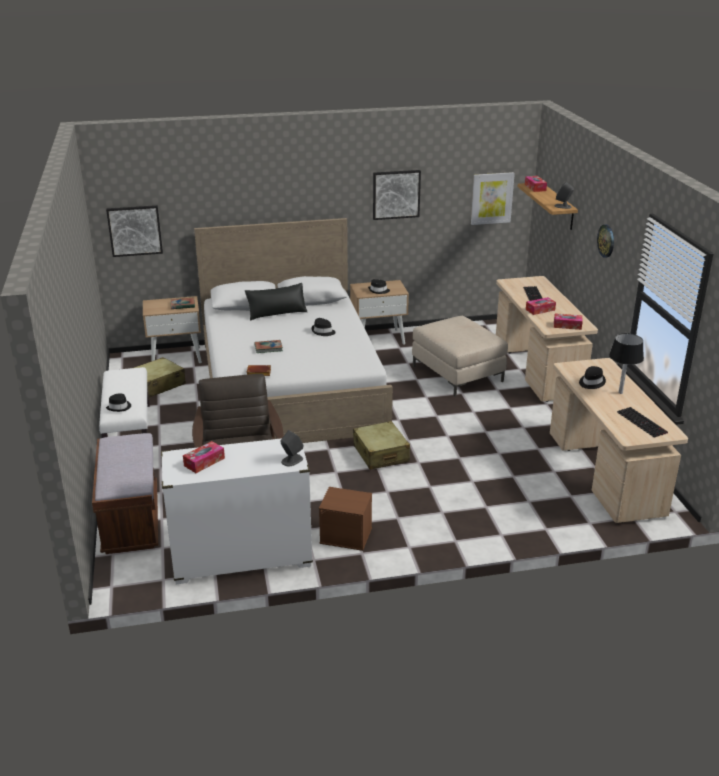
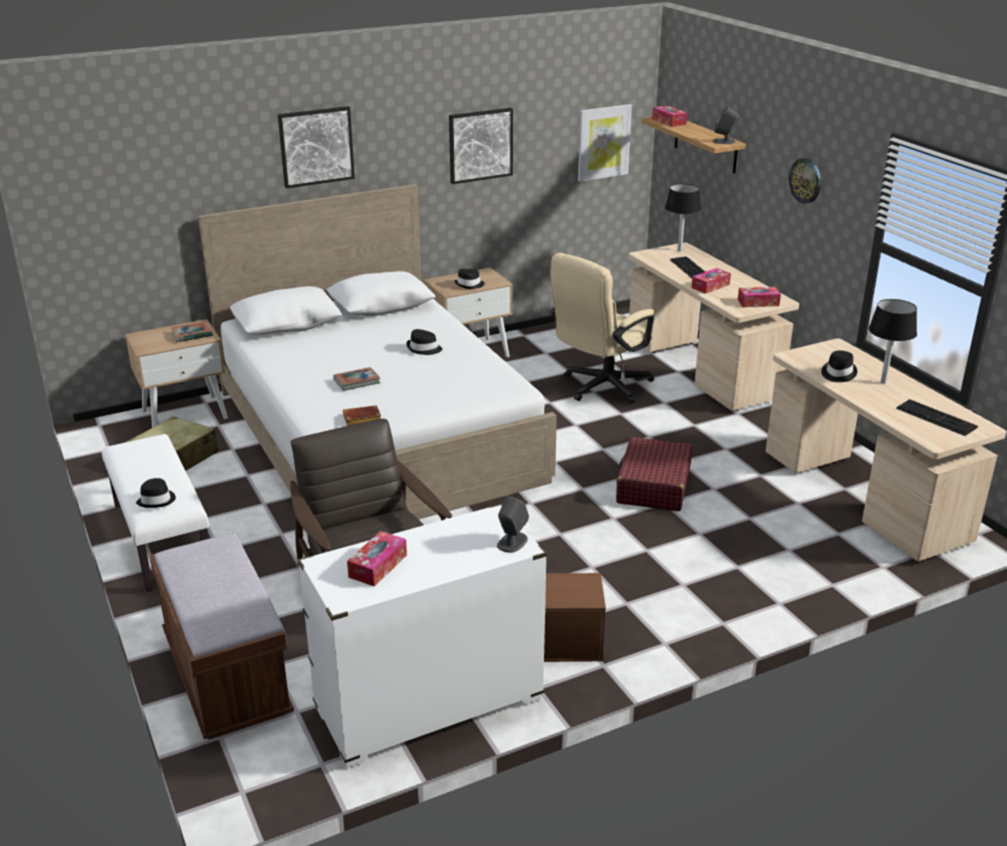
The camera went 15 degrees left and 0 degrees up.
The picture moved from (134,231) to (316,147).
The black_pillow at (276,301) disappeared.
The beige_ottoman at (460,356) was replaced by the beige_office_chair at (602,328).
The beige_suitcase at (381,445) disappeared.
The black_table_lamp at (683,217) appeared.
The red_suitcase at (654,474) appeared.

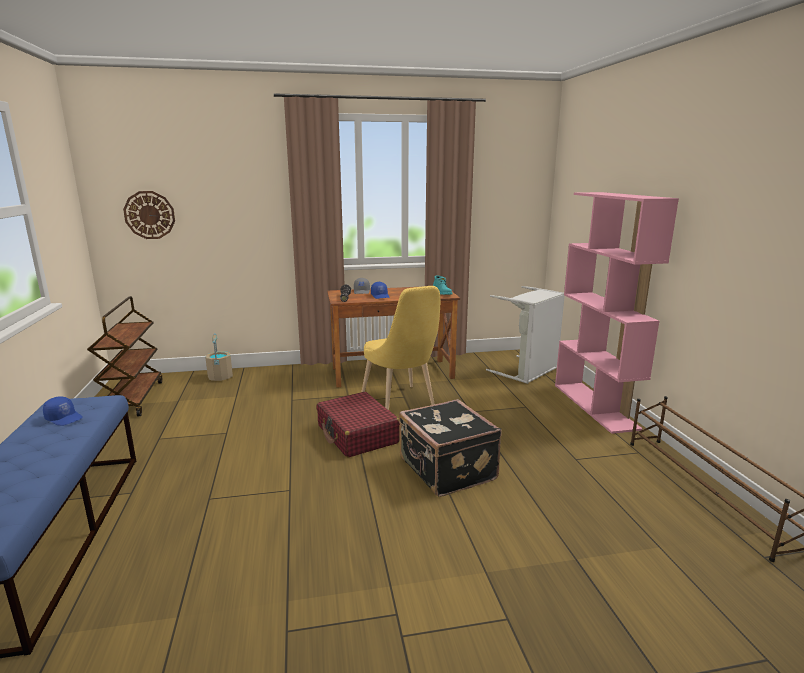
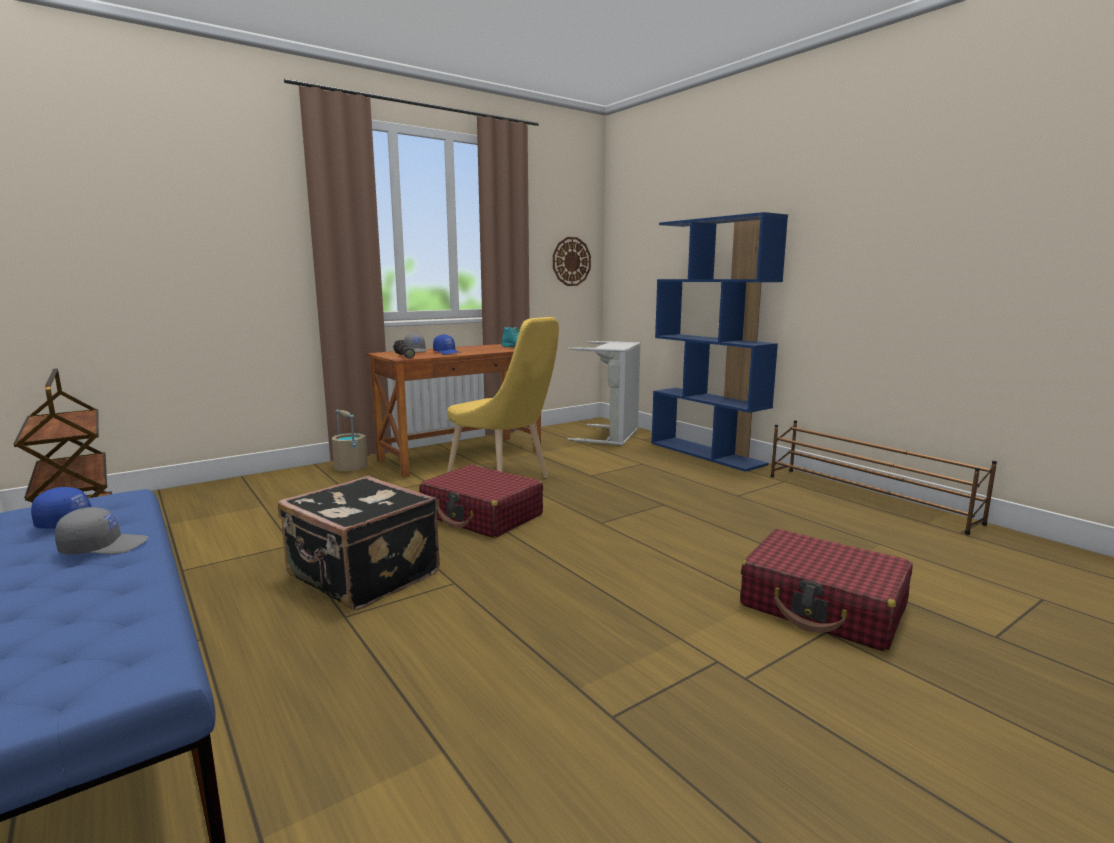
The camera went 25 degrees left and 5 degrees down.
The wall_clock moved from (149,215) to (572,261).
The pink_bookcase at (617,313) became the blue_bookcase at (719,342).
The beige_bucket moved from (219,357) to (350,440).
The black_suitcase moved from (450,448) to (359,543).
The grey_cap at (101,530) appeared.
The red_suitcase at (826,590) appeared.

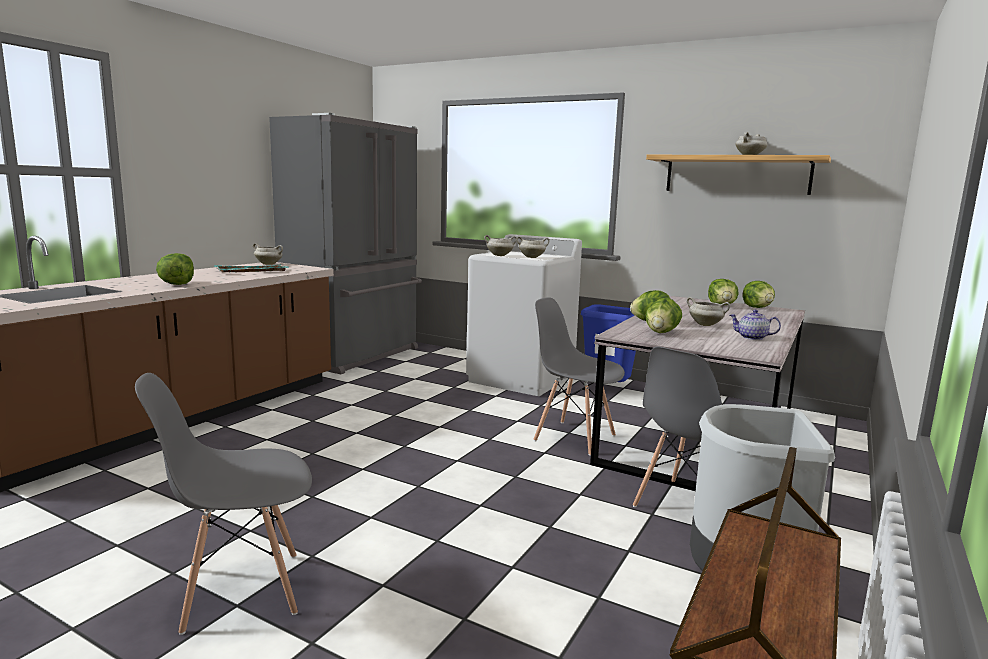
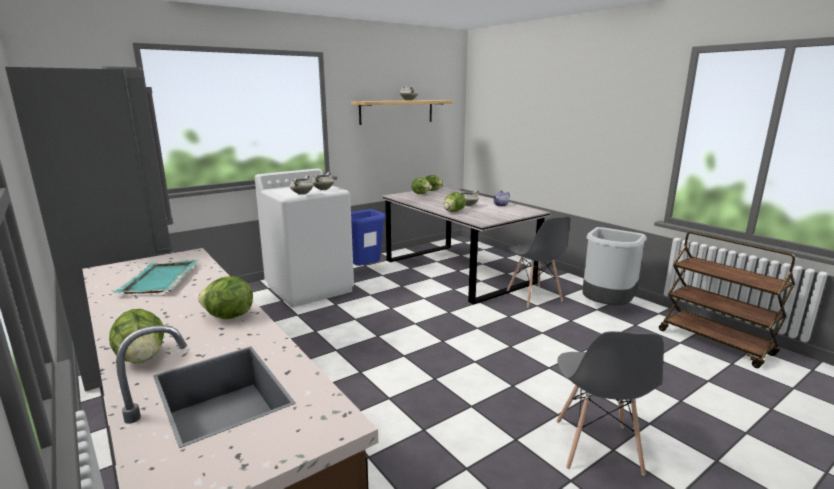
The camera went 65 degrees left and 5 degrees up.
The white_cooking_pot at (268,254) disappeared.
The grey_chair at (579,376) disappeared.
The lettuce moved from (663,315) to (136,336).

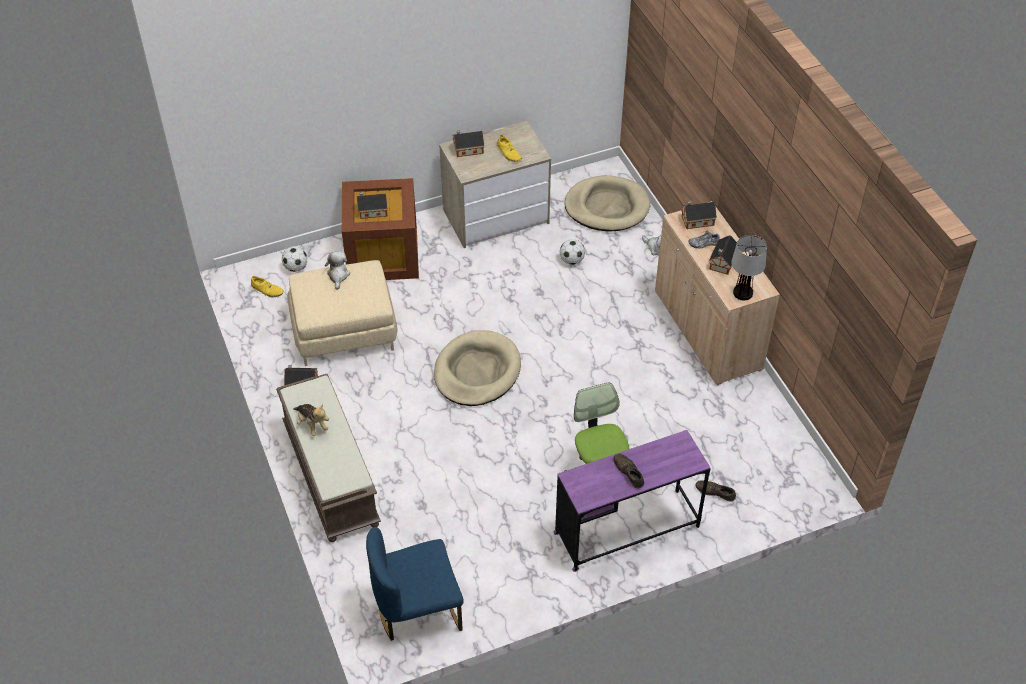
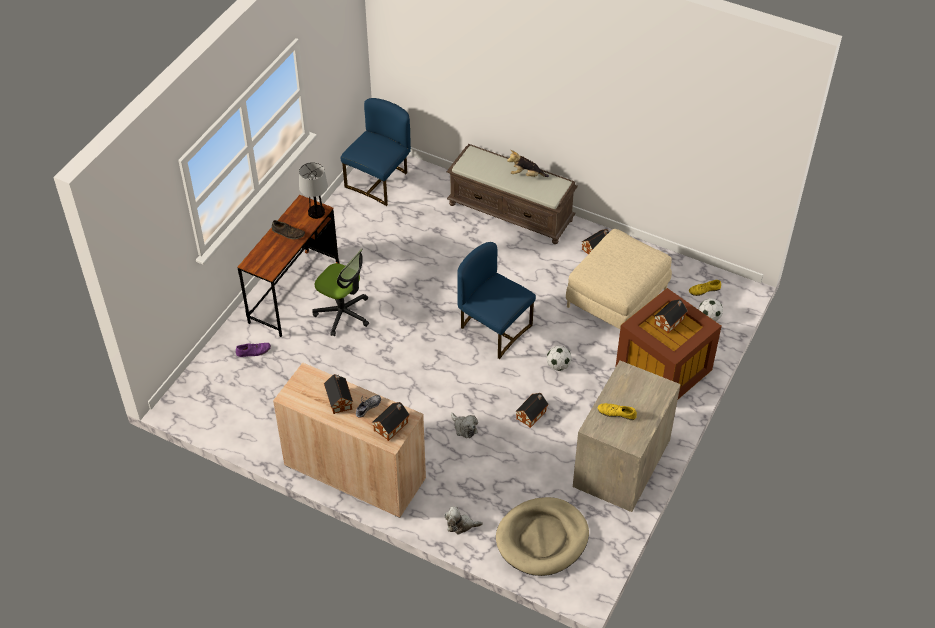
The camera went 140 degrees right and 0 degrees up.
The toy_house moved from (468,143) to (532,410).
The table_lamp moved from (749,267) to (313,190).
The football moved from (572,252) to (559,358).
The plush_toy moved from (337,270) to (464,425).
The beige_dog_bed at (477,368) was replaced by the blue_chair at (496,300).
The purple_desk at (632,501) became the brown_desk at (289,266).
The brown_shoe at (715,491) became the purple_shoe at (253,350).

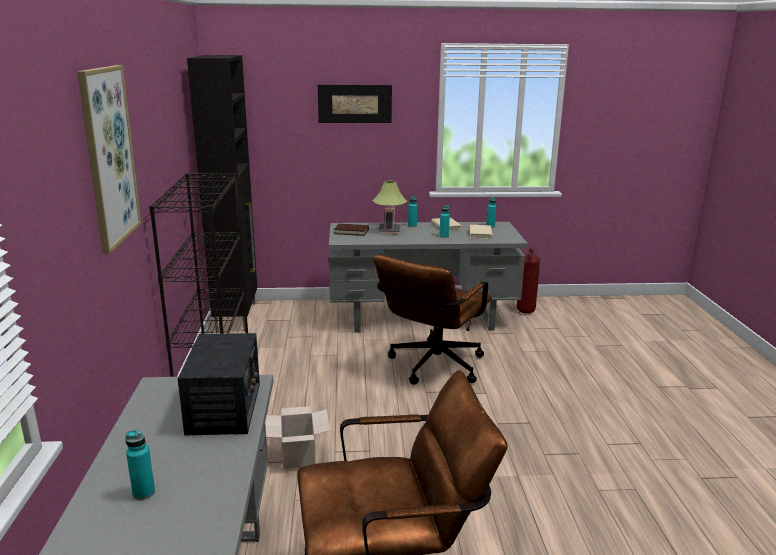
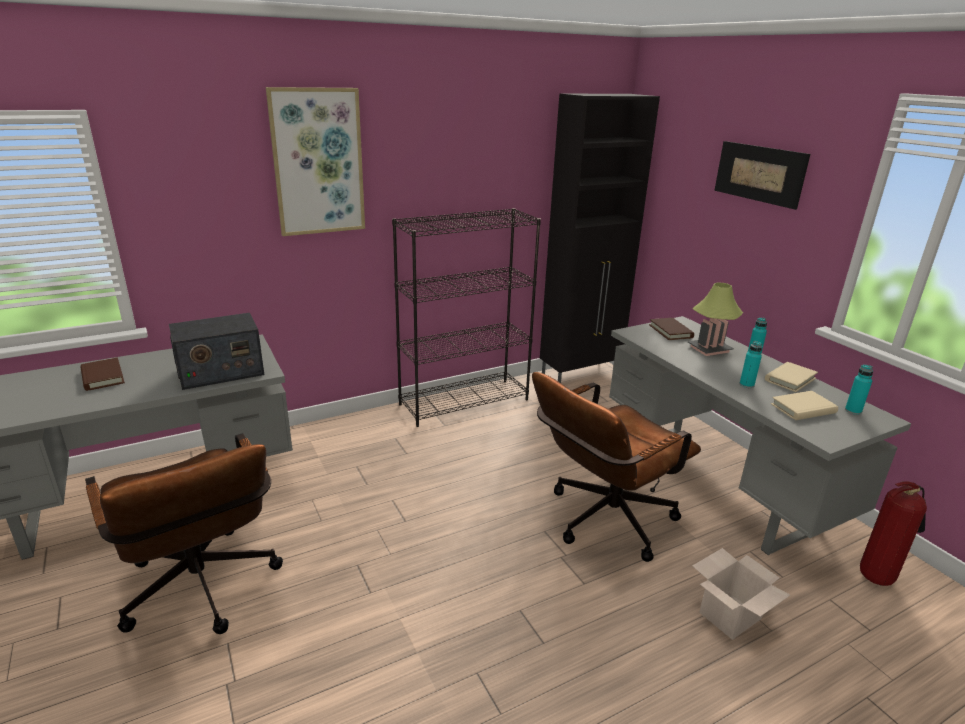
The camera went 65 degrees right and 5 degrees up.
The brown_office_chair at (432,320) turned 45 degrees counterclockwise.
The cardboard_box moved from (297,437) to (741,594).
The turquoise_bottle at (140,465) was replaced by the brown_book at (103,374).

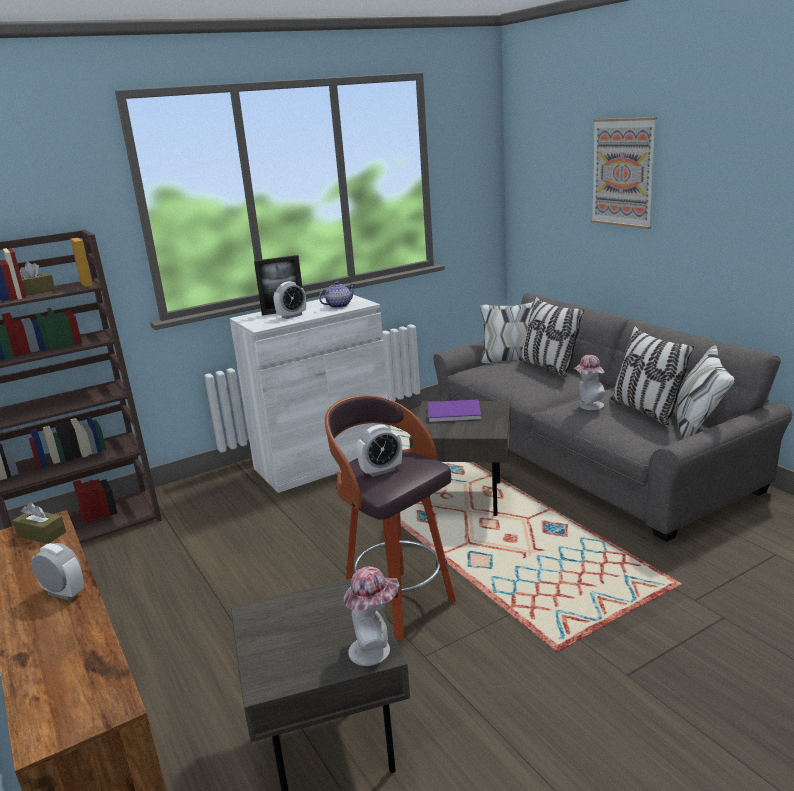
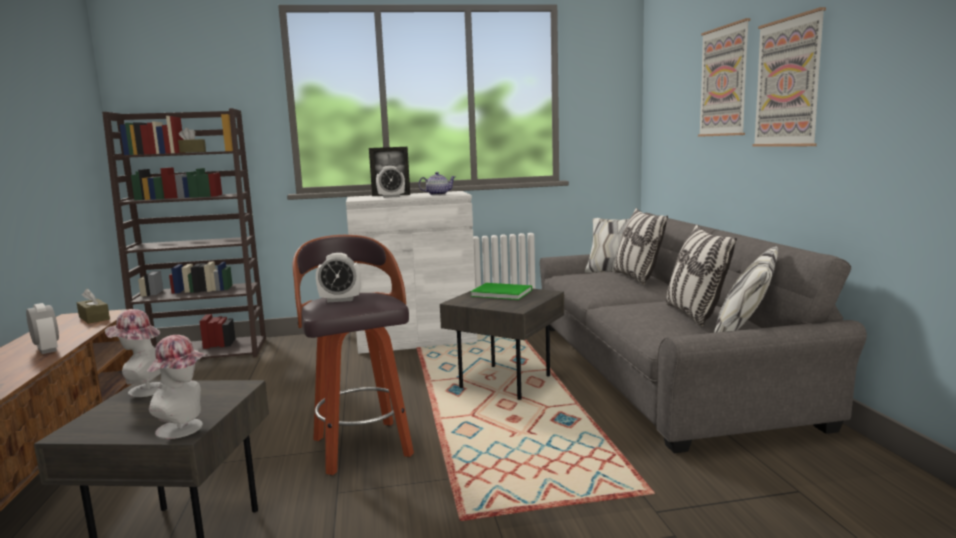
The camera went 20 degrees right and 10 degrees down.
The hat moved from (589,382) to (133,353).
The purple_book at (454,411) became the green_book at (501,291).
The picture at (789,77) appeared.

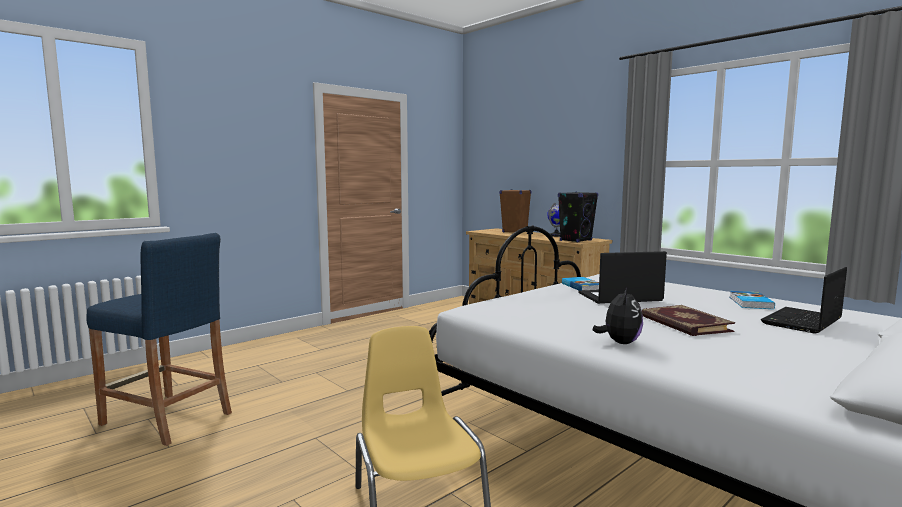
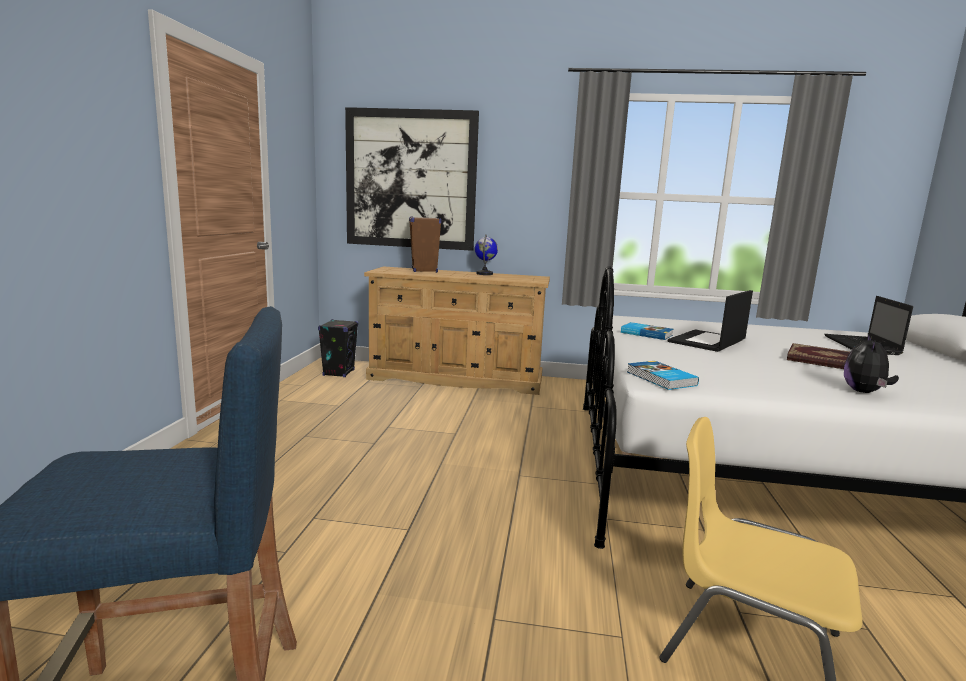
The camera went 40 degrees left and 5 degrees up.
The black_speaker moved from (578,217) to (338,348).
The plush_toy at (618,315) turned 135 degrees counterclockwise.
The book moved from (752,300) to (663,375).
The picture at (412,179) appeared.

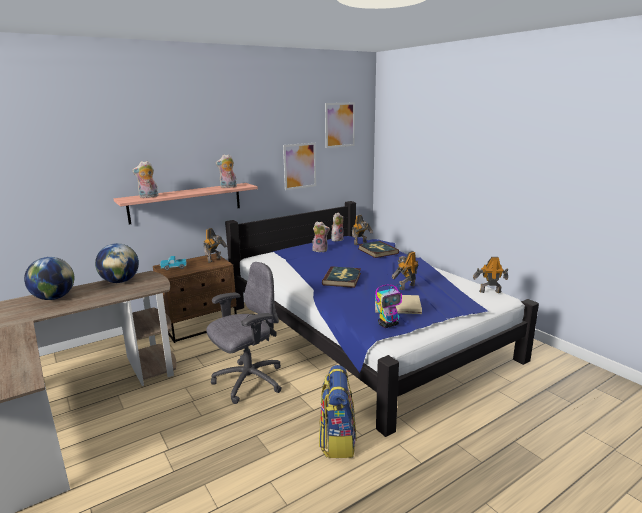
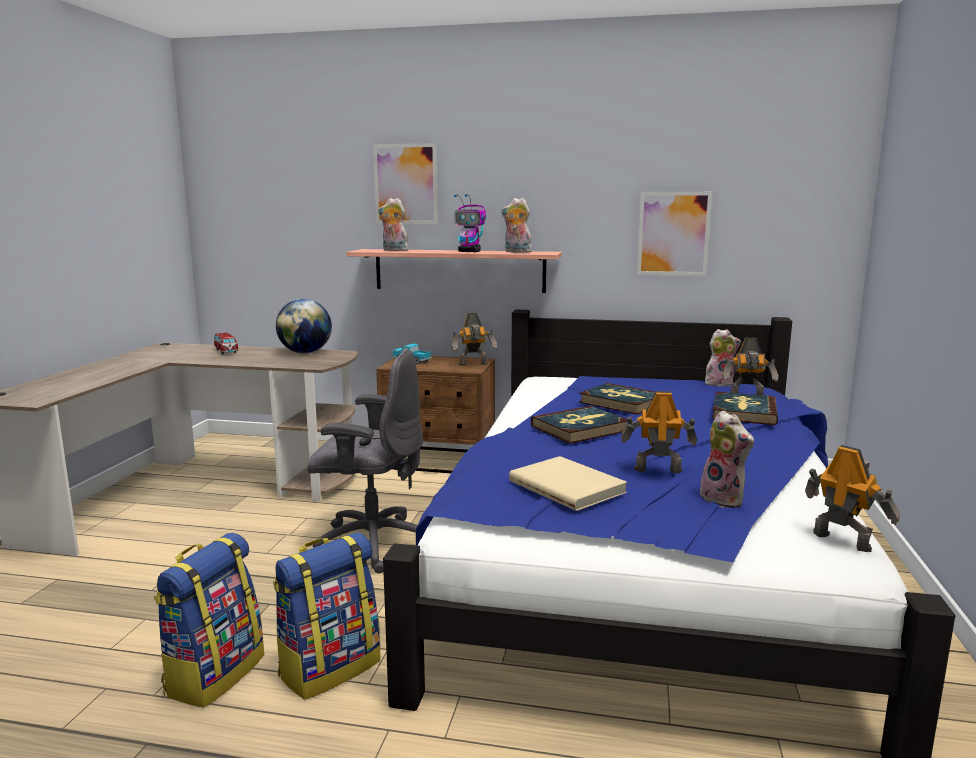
The camera went 45 degrees right and 5 degrees down.
The picture moved from (340,125) to (405,183).
The plush_toy moved from (321,236) to (726,459).
The globe at (49,278) was replaced by the toy_car at (226,343).
The toy_robot moved from (388,306) to (470,223).
The book at (617,399) appeared.
The backpack at (209,620) appeared.

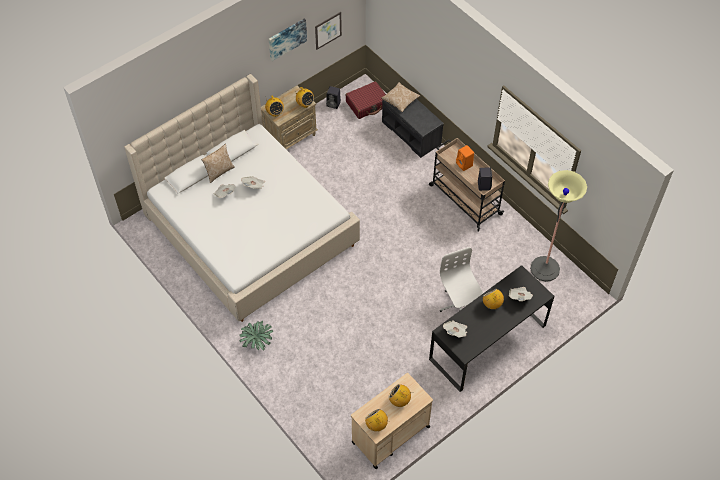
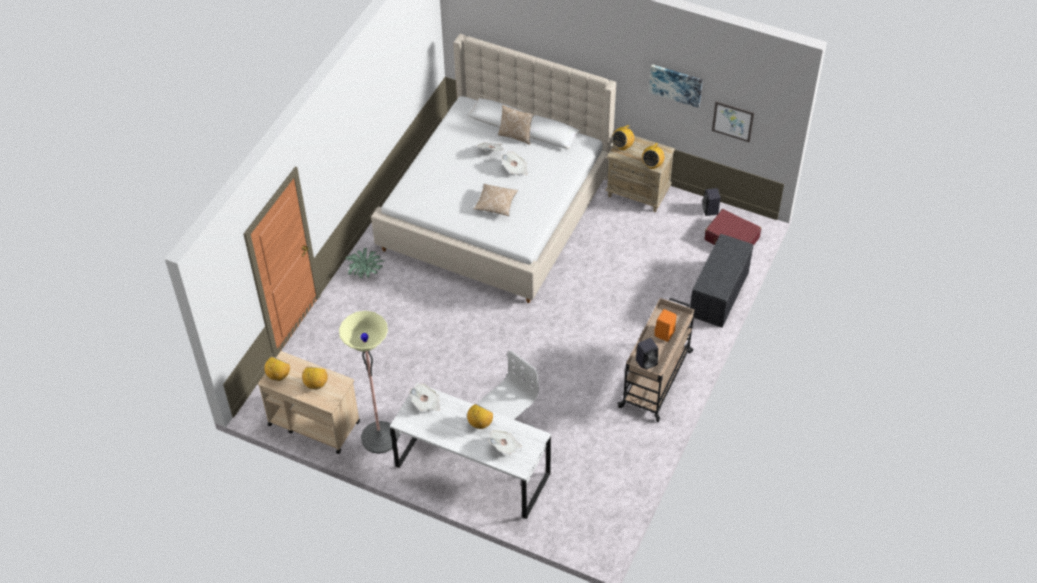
The camera went 65 degrees right and 5 degrees down.
The pillow moved from (401,97) to (496,200).
The floor_lamp moved from (558,226) to (368,382).
The black_desk at (492,328) became the white_desk at (470,451).

